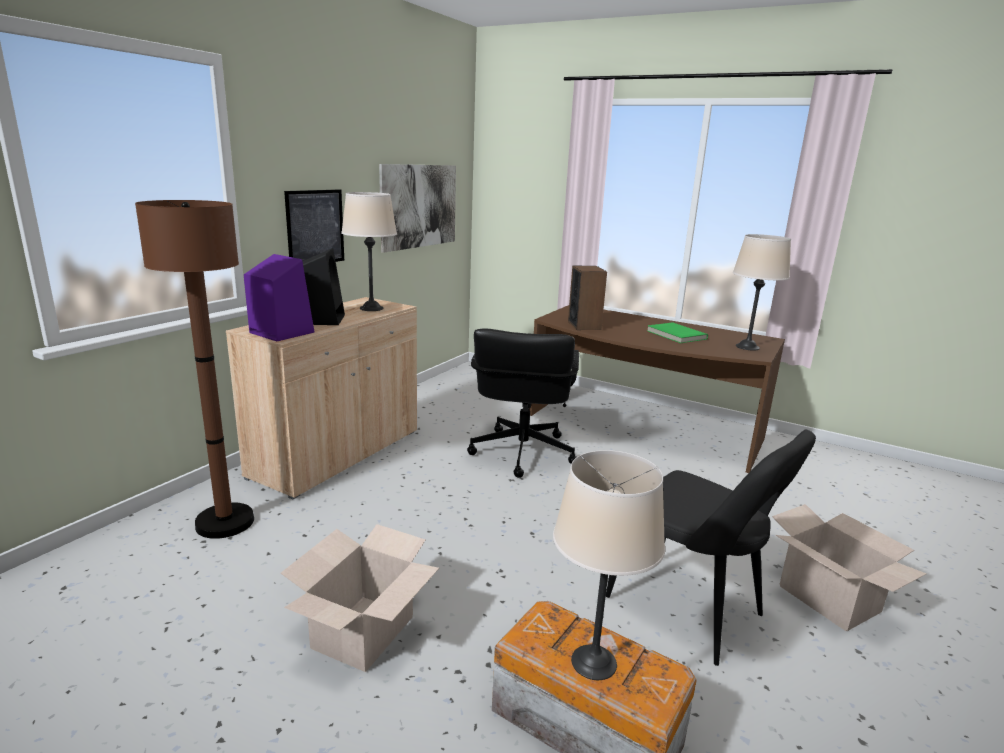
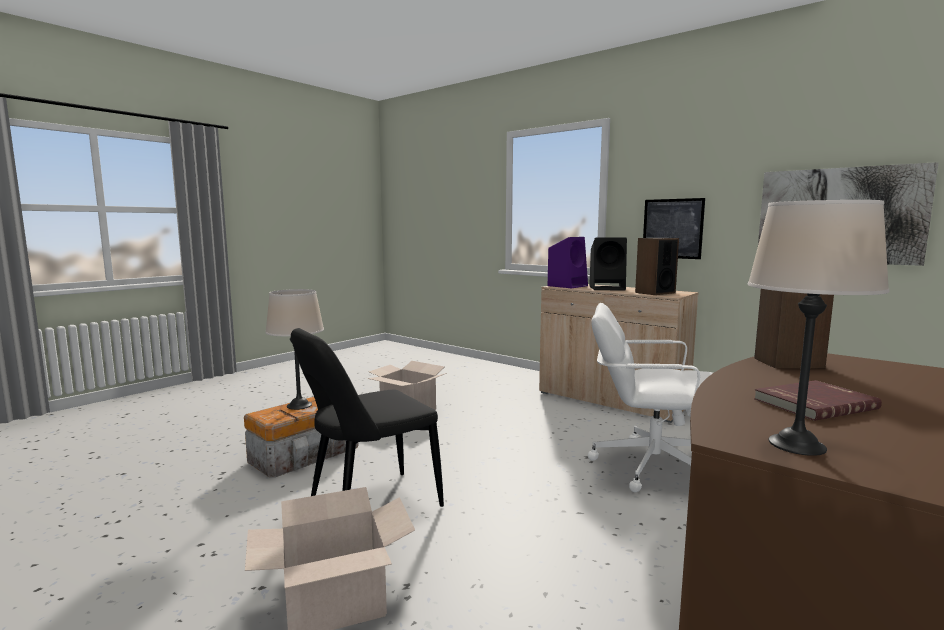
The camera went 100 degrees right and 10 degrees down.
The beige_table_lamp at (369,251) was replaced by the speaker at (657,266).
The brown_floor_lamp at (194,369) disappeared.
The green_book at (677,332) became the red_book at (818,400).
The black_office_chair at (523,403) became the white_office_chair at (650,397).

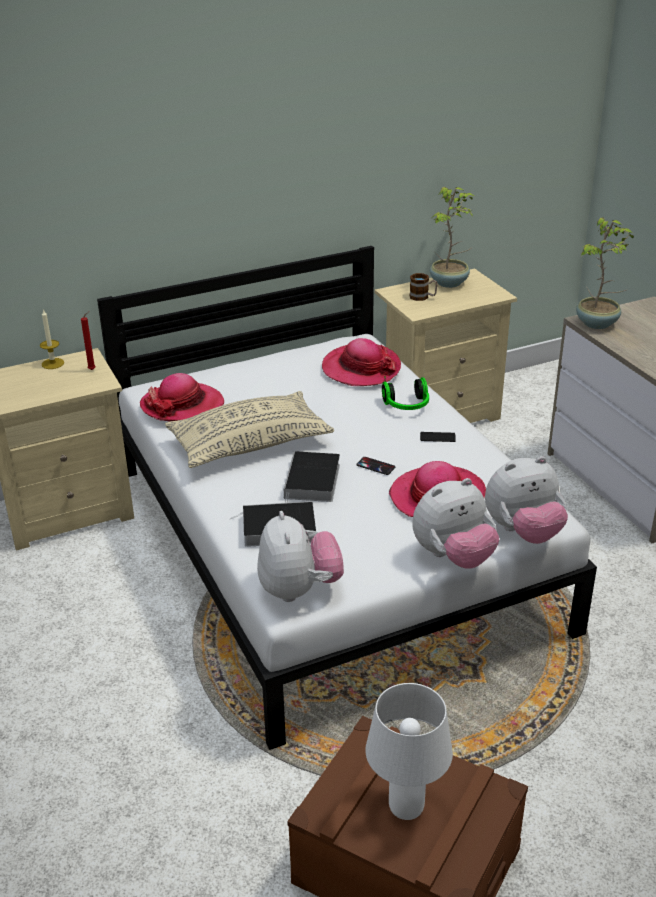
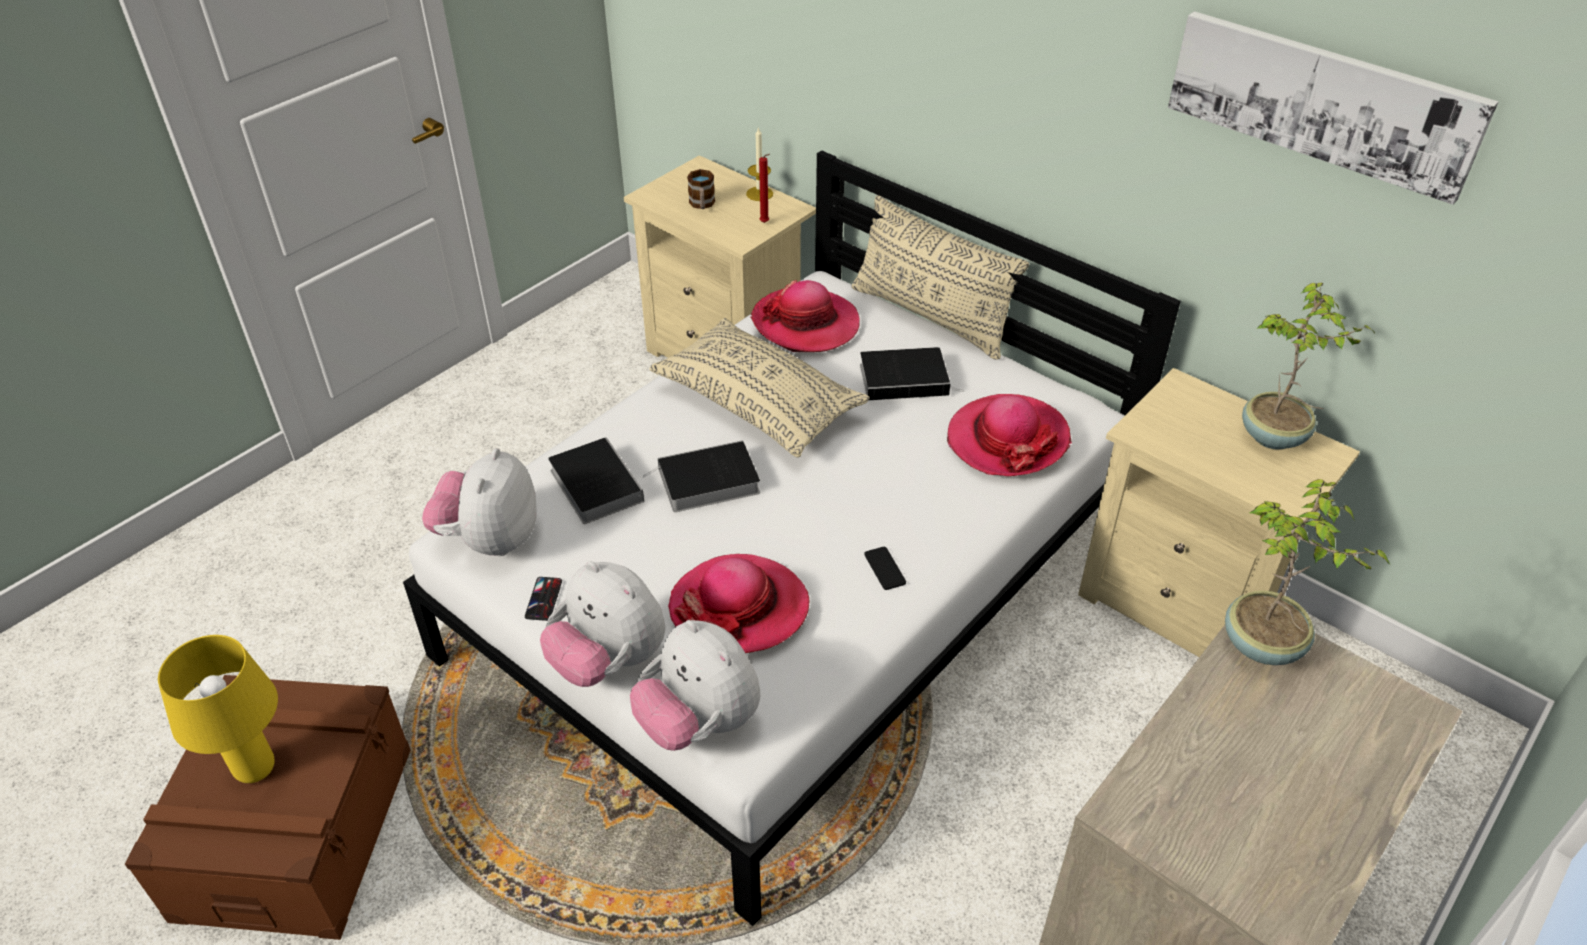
The camera went 65 degrees right and 10 degrees up.
The mug moved from (423,287) to (701,189).
The headphones at (405,393) disappeared.
The phone moved from (375,466) to (543,599).
The plush_toy at (300,556) turned 135 degrees clockwise.
The white_table_lamp at (409,751) became the yellow_table_lamp at (218,709).
The picture at (1333,108) appeared.
The beige_pillow at (940,277) appeared.
The book at (912,373) appeared.

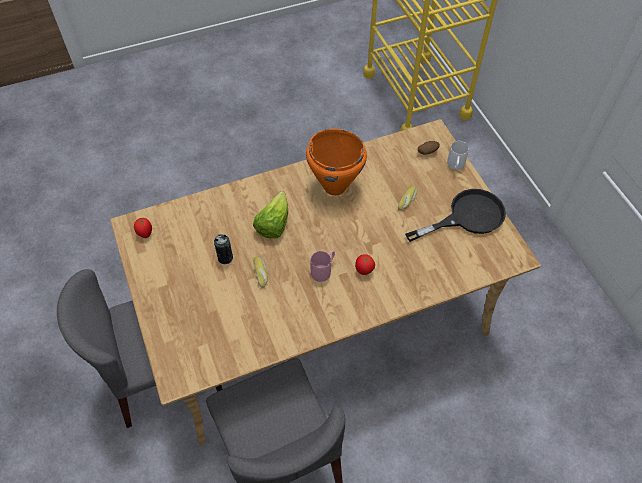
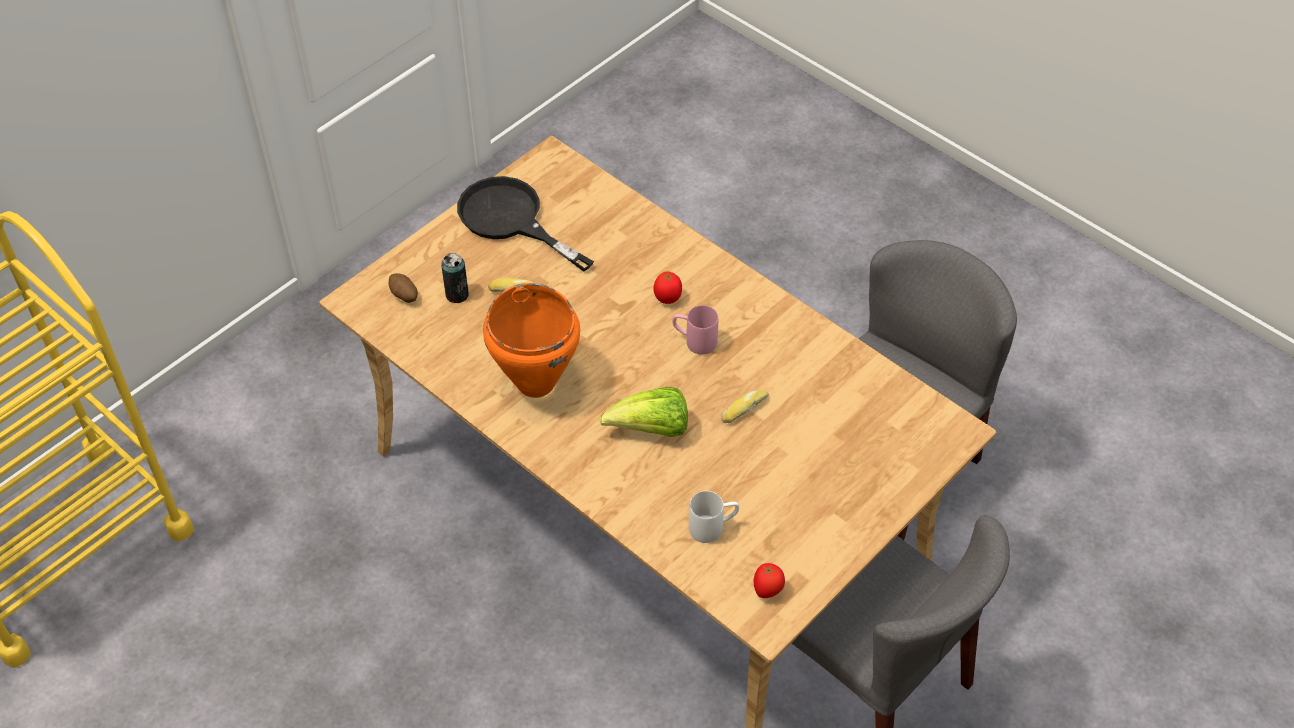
The camera went 115 degrees left and 5 degrees down.
The white_mug moved from (458,155) to (714,517).
The can moved from (223,249) to (455,278).

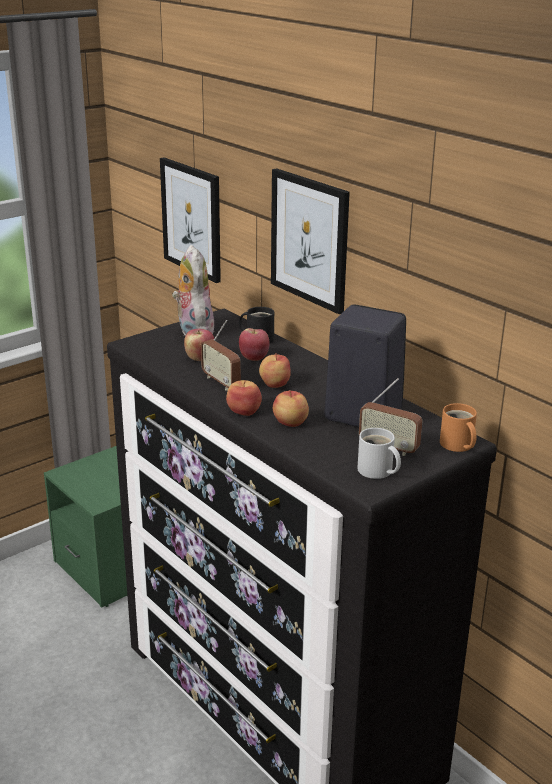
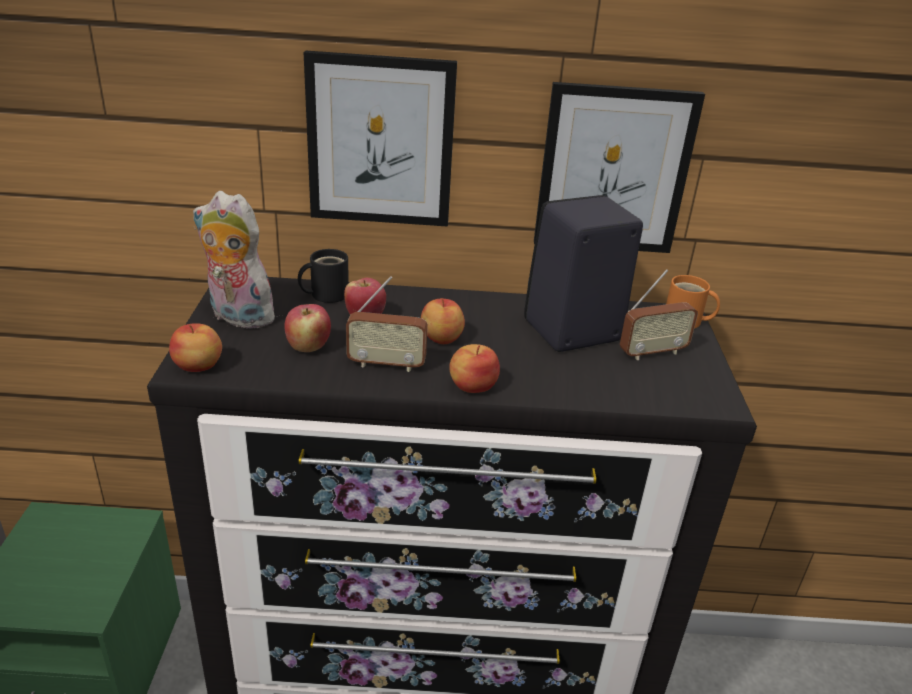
The camera went 50 degrees left and 5 degrees up.
The picture moved from (190,220) to (619,167).
The apple moved from (291,408) to (195,347).
The white_mug at (379,453) disappeared.

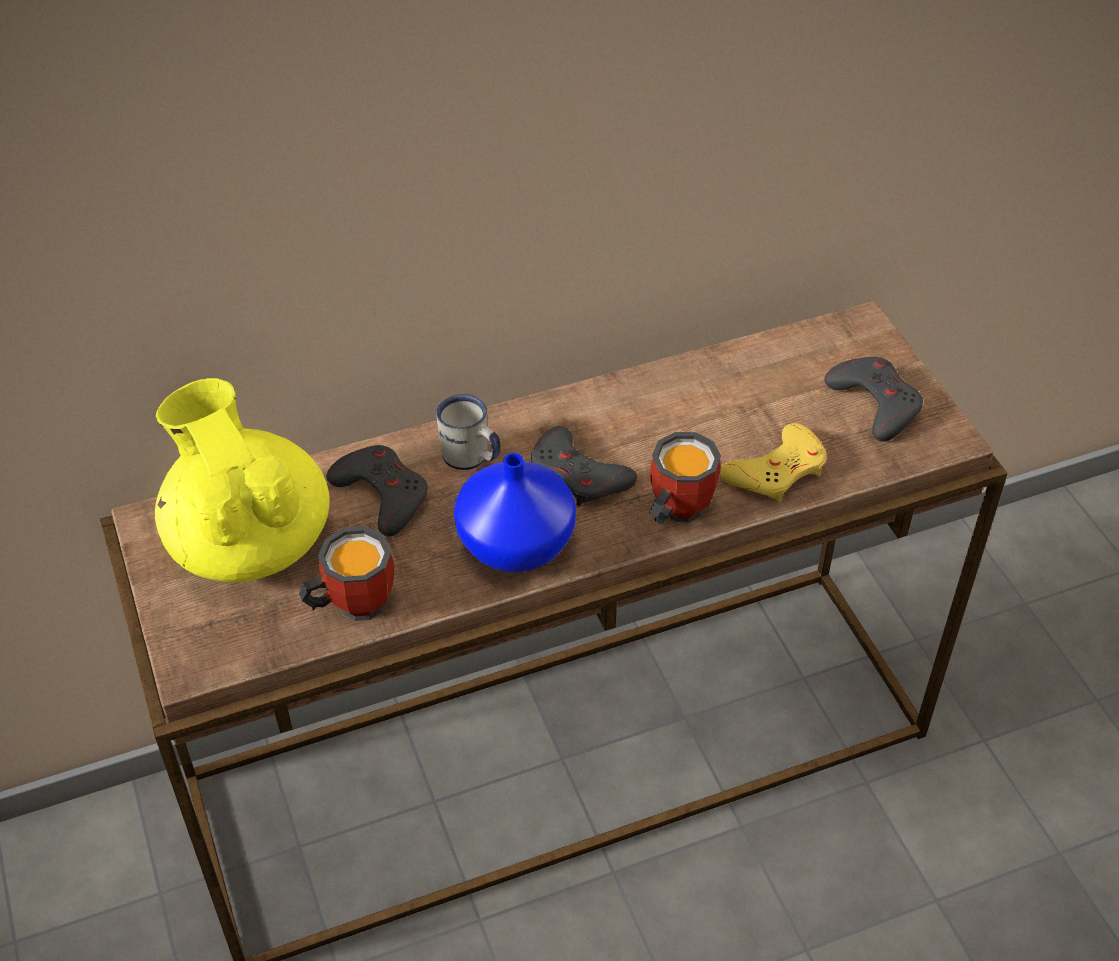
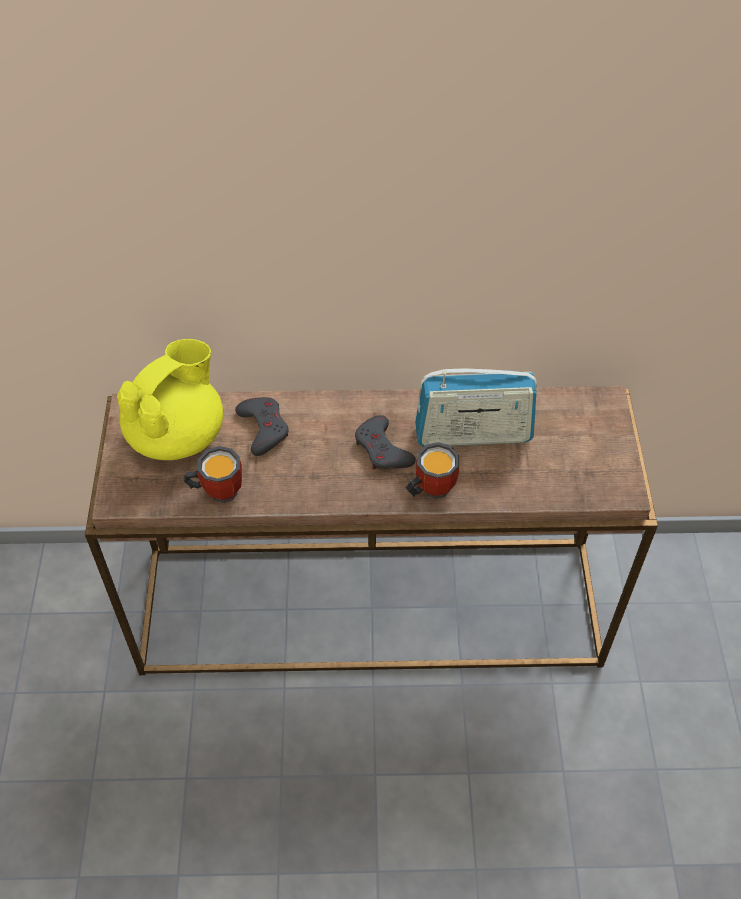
The camera went 20 degrees right and 5 degrees up.
The grey_game_controller at (873,399) disappeared.
The yellow_teapot at (242,480) turned 45 degrees clockwise.
The white_mug at (468,432) disappeared.
The yellow_game_controller at (773,462) disappeared.
The blue_vase at (515,513) disappeared.
The radio at (476,407) appeared.

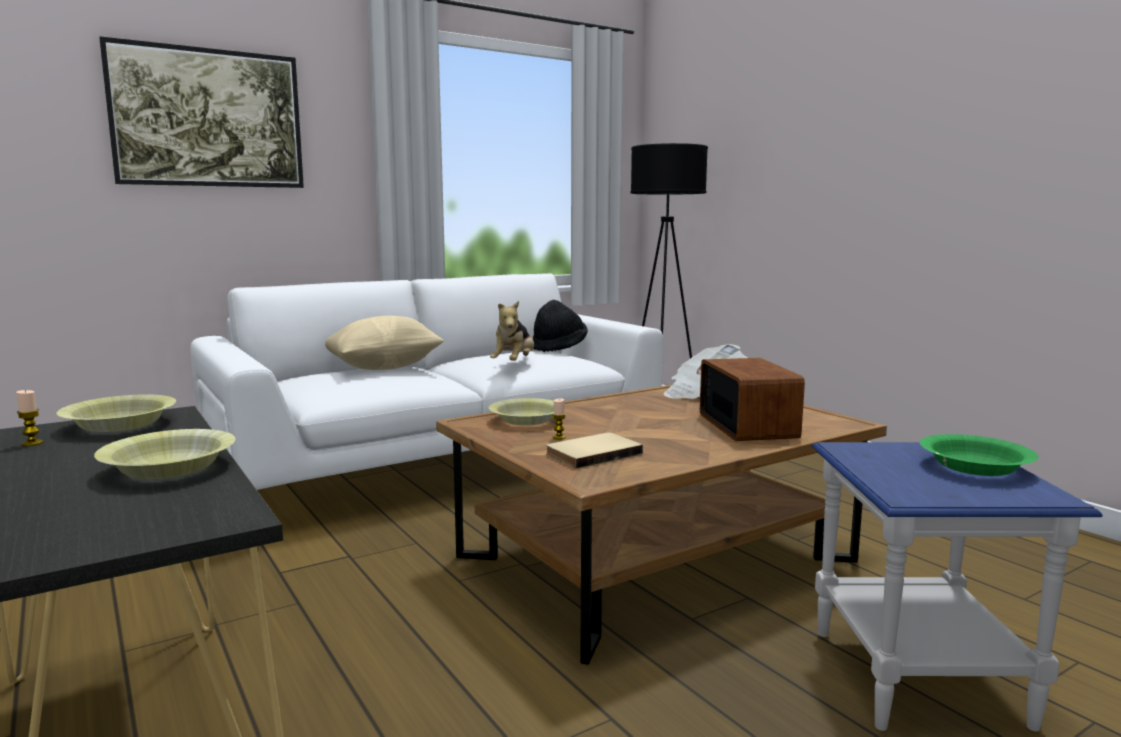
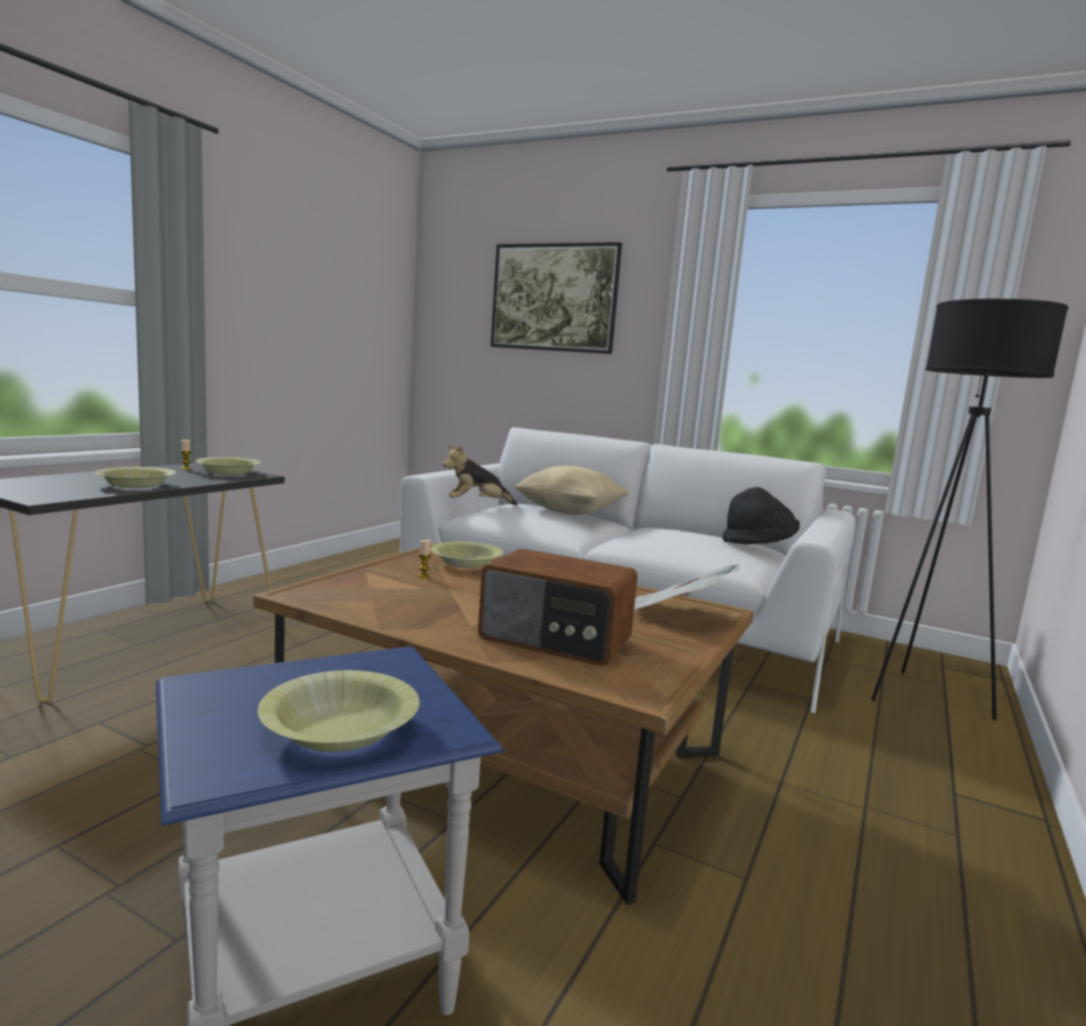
The camera went 60 degrees right and 0 degrees up.
The plush_toy moved from (512,331) to (480,475).
The radio at (752,399) turned 60 degrees clockwise.
The beige_book at (594,450) disappeared.
The green_bowl at (979,455) became the yellow_bowl at (339,711).

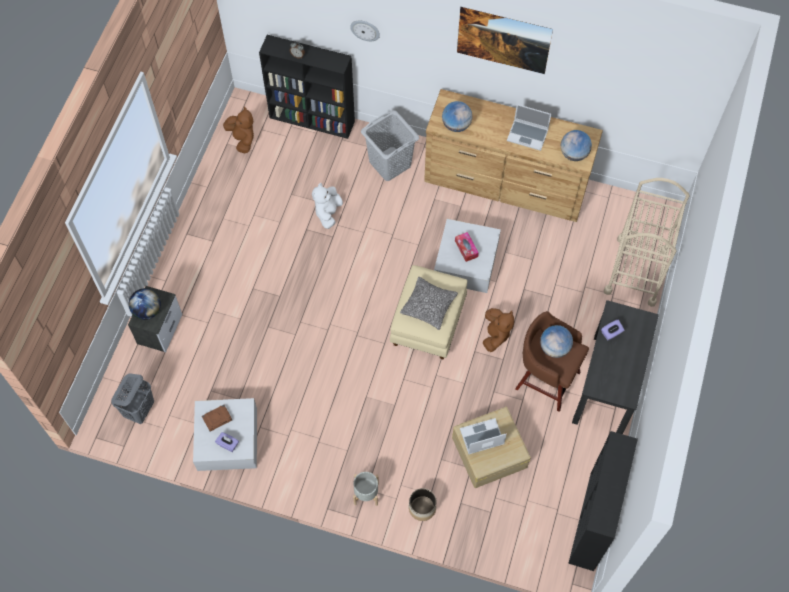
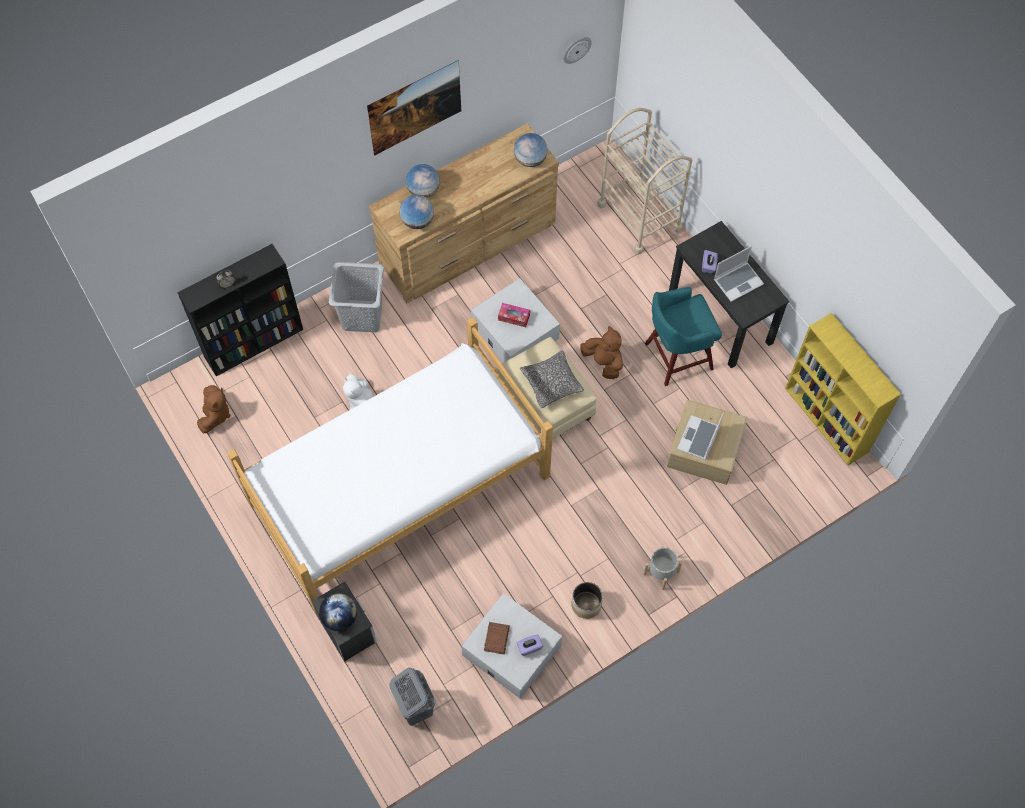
The camera went 50 degrees left and 0 degrees up.
The wall_clock moved from (365,31) to (577,50).
The laptop moved from (529,127) to (739,274).
The brown_plush_toy at (238,130) turned 90 degrees clockwise.
The brown_stool at (552,361) became the turquoise_stool at (683,336).
The globe moved from (556,341) to (423,181).
The black_bookcase at (603,501) became the yellow_bookcase at (843,389).
The planter moved from (423,504) to (587,600).
The bed at (390,466) appeared.

